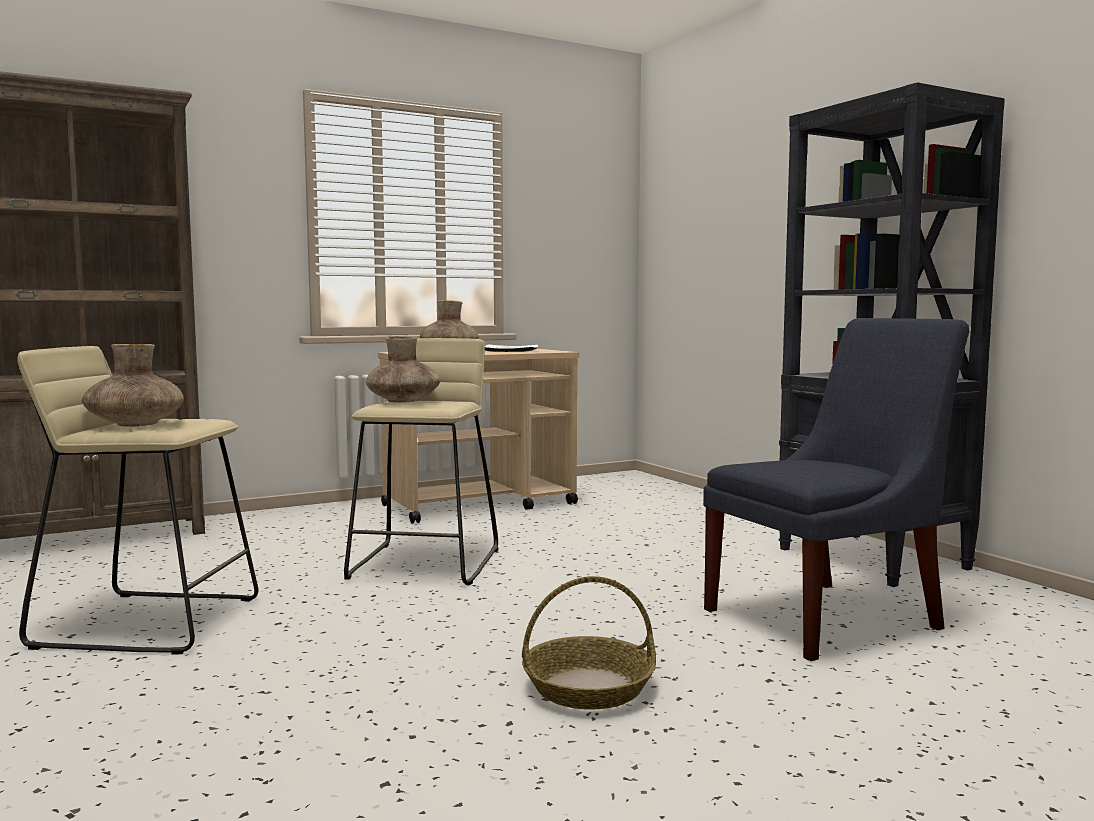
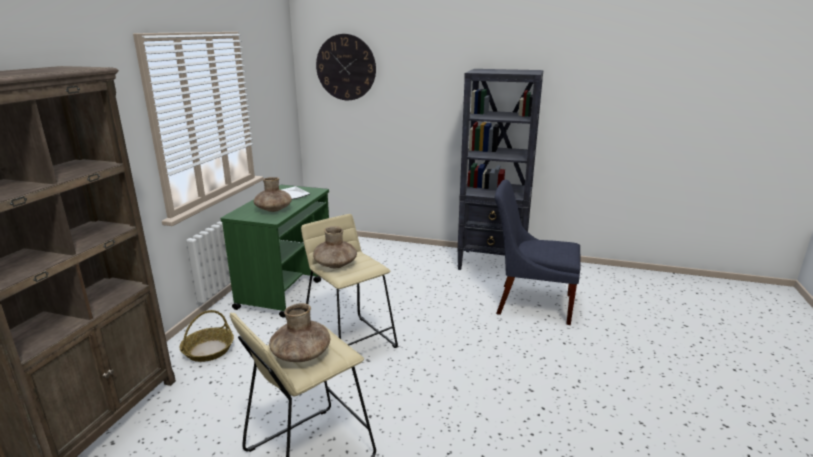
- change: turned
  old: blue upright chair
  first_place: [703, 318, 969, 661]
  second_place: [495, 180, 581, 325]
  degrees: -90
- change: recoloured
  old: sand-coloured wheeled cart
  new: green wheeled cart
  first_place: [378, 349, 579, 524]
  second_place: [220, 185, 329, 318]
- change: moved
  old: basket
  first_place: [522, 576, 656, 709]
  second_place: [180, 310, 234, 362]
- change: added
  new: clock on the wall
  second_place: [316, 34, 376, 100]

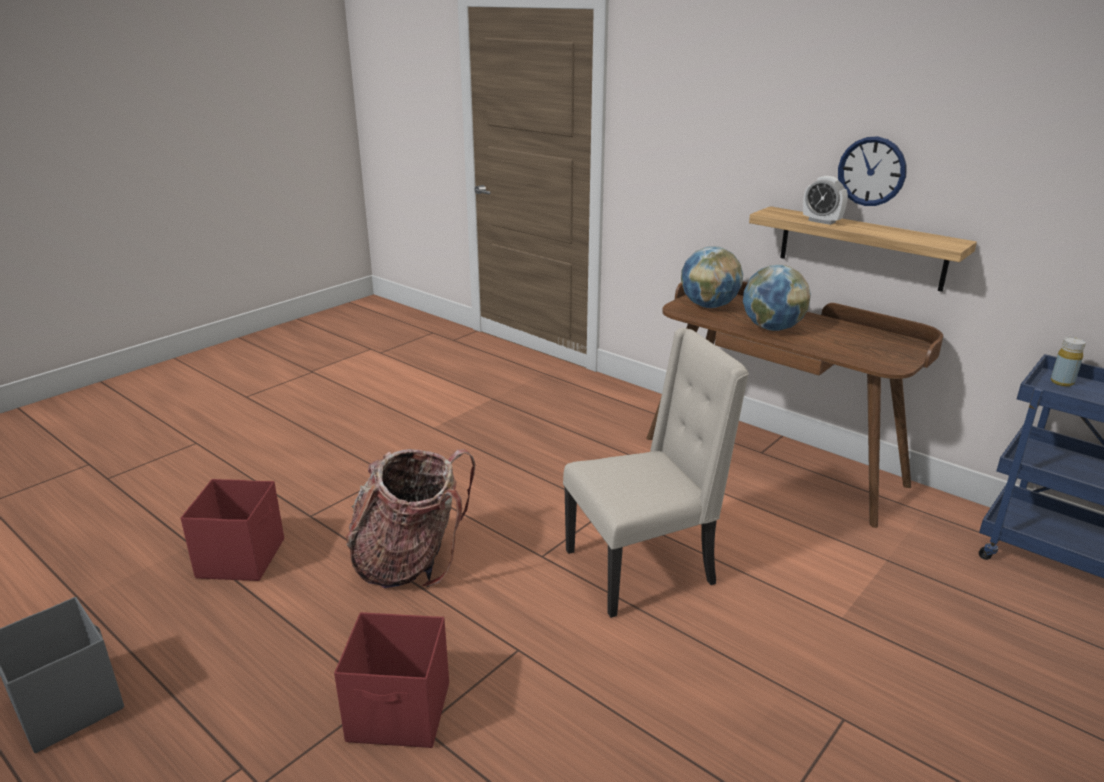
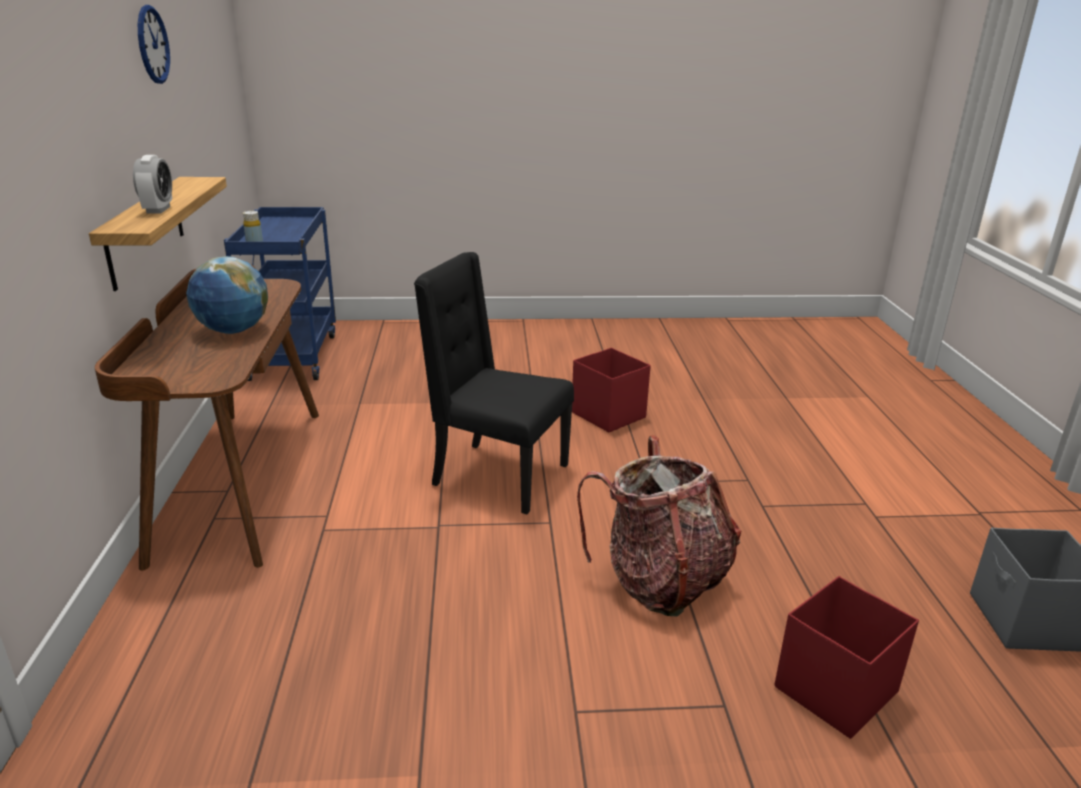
- change: moved
  old: clock on the wall
  first_place: [838, 136, 907, 206]
  second_place: [138, 5, 170, 84]
- change: removed
  old: globe
  first_place: [681, 246, 743, 308]
- change: recoloured
  old: sand-coloured upright chair
  new: black upright chair
  first_place: [563, 328, 749, 618]
  second_place: [414, 252, 574, 514]
- change: moved
  old: red-coloured storage box
  first_place: [334, 612, 449, 748]
  second_place: [572, 348, 651, 432]

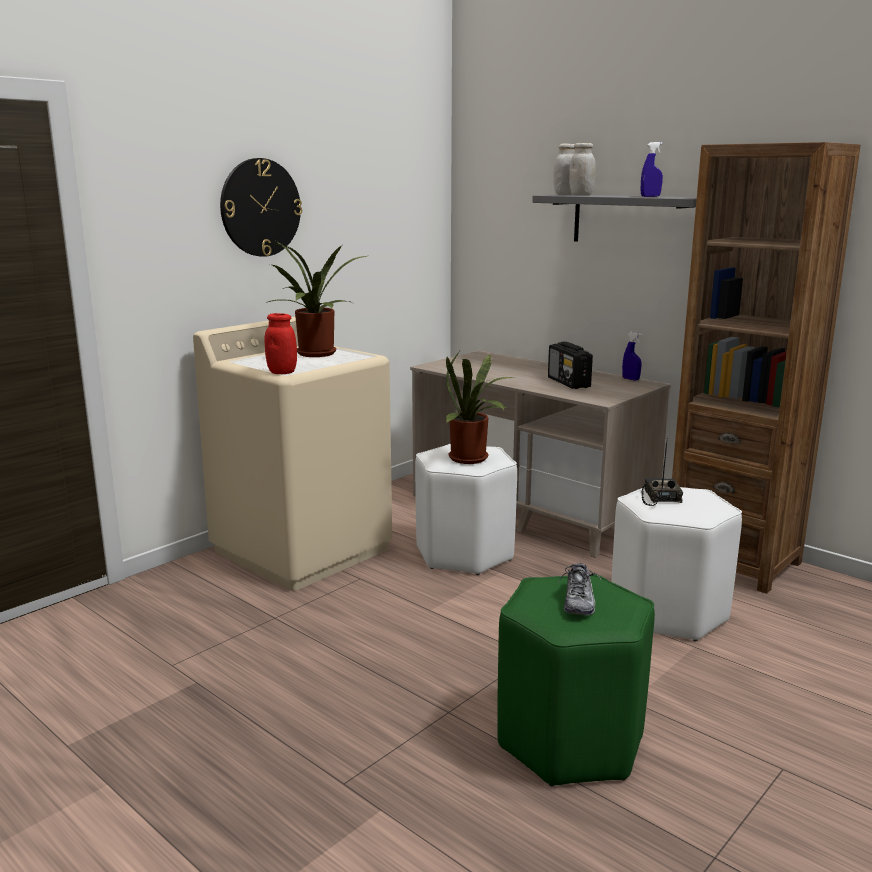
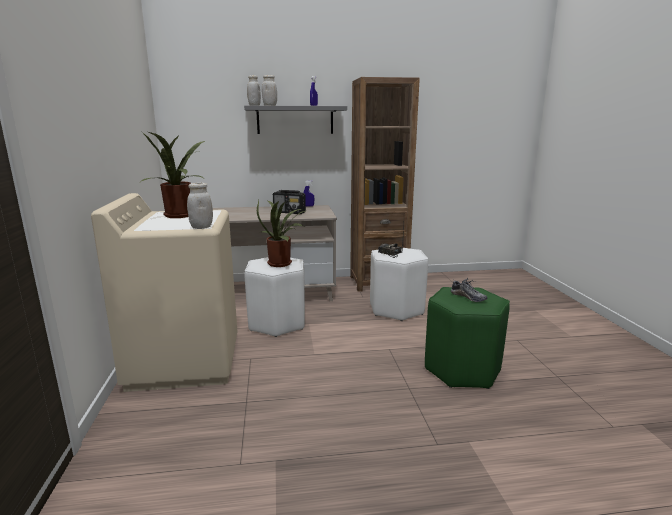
- change: removed
  old: clock on the wall
  first_place: [220, 158, 302, 257]
- change: recoloured
  old: red-coloured jar
  new: whitish jar
  first_place: [264, 313, 297, 374]
  second_place: [187, 183, 213, 229]

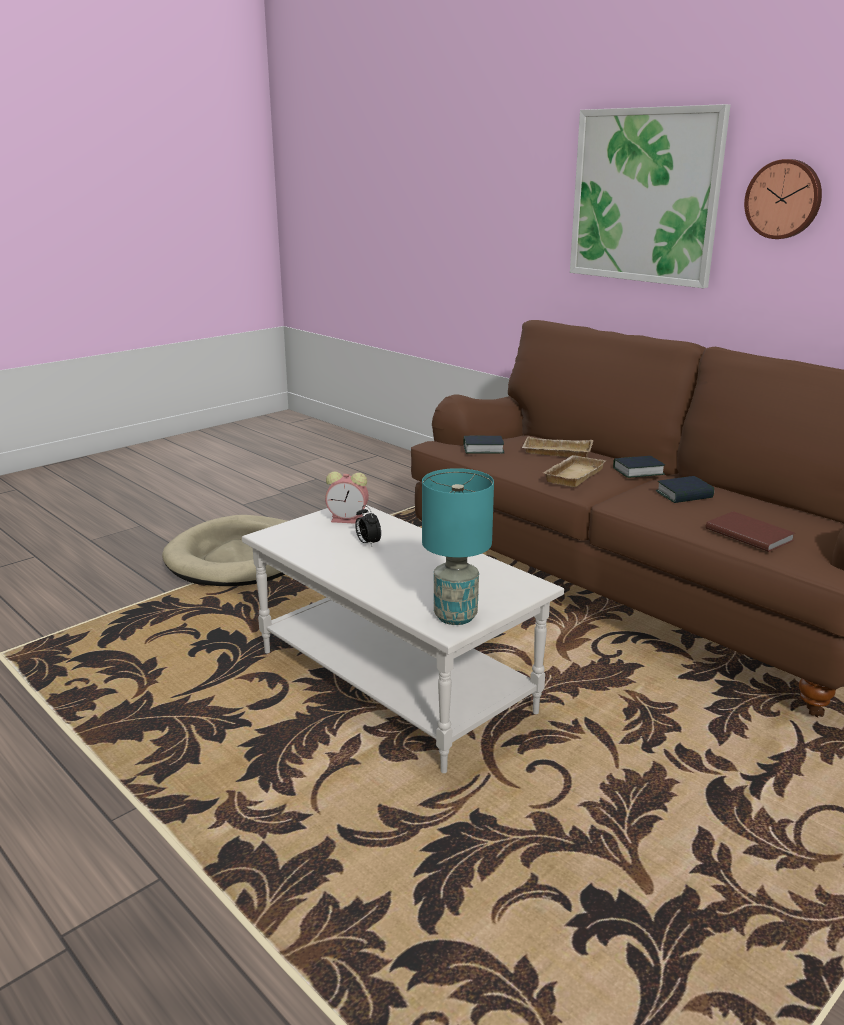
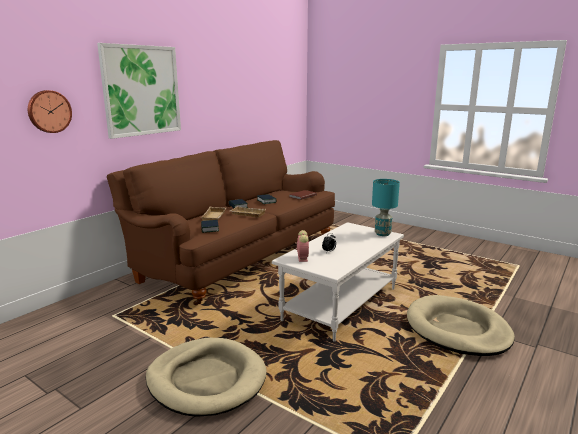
- change: moved
  old: clock on the wall
  first_place: [744, 159, 822, 239]
  second_place: [28, 90, 72, 133]
- change: added
  new: sand-coloured pet bed
  second_place: [407, 295, 515, 356]

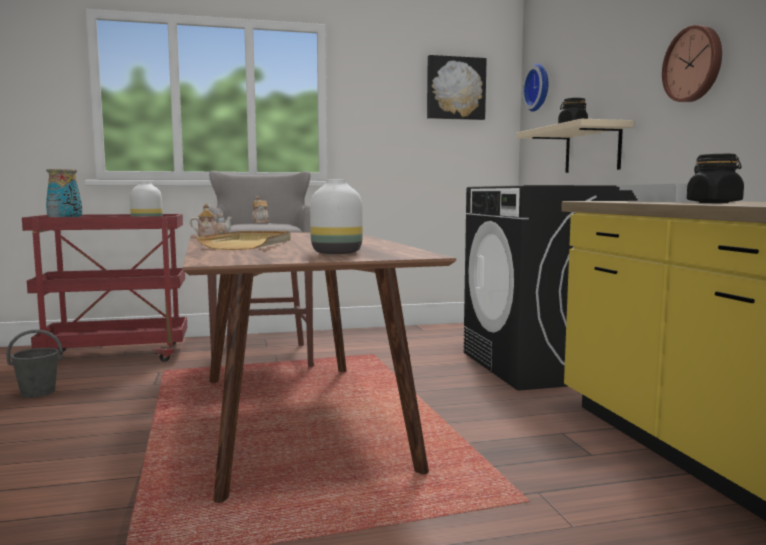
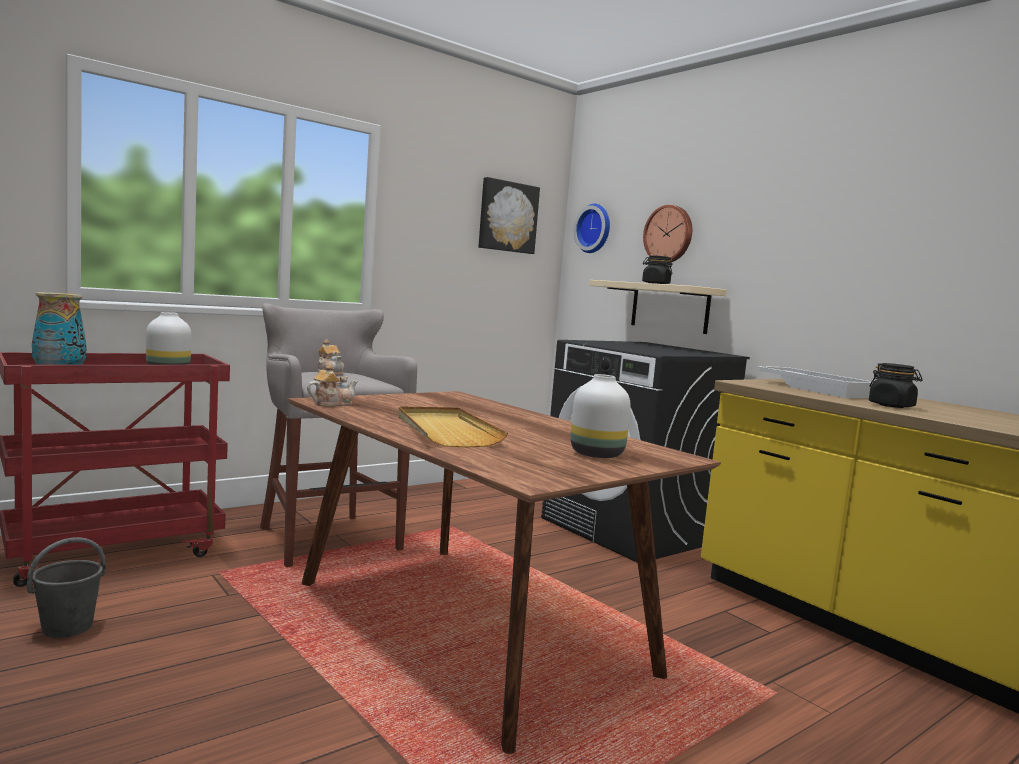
- change: moved
  old: clock on the wall
  first_place: [662, 25, 722, 102]
  second_place: [643, 205, 692, 263]

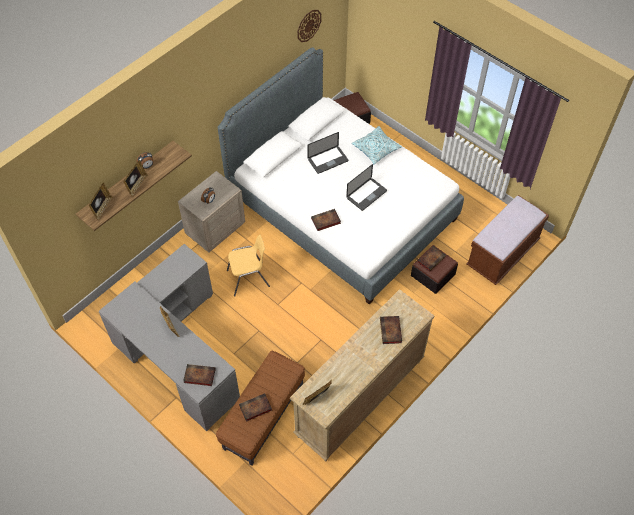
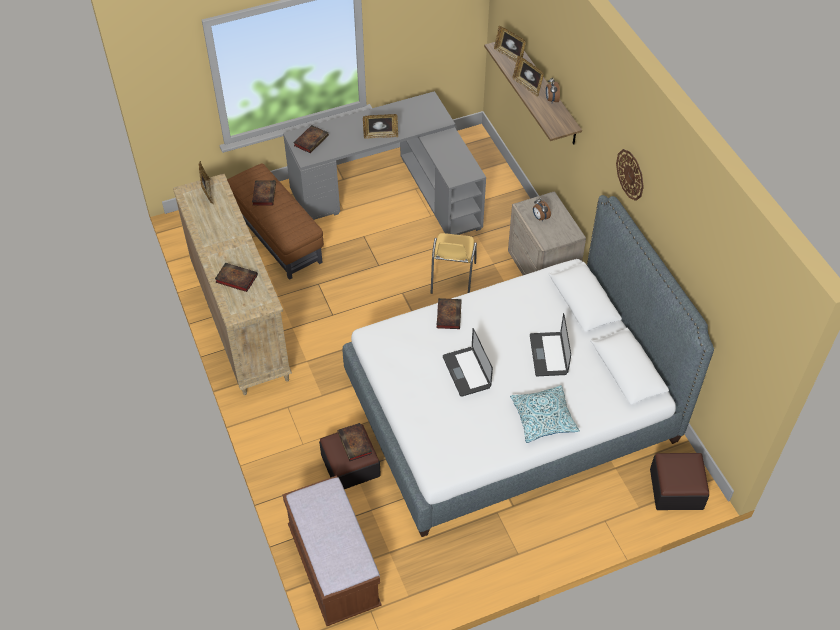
- change: moved
  old: clock on the wall
  first_place: [297, 10, 321, 42]
  second_place: [616, 149, 644, 201]

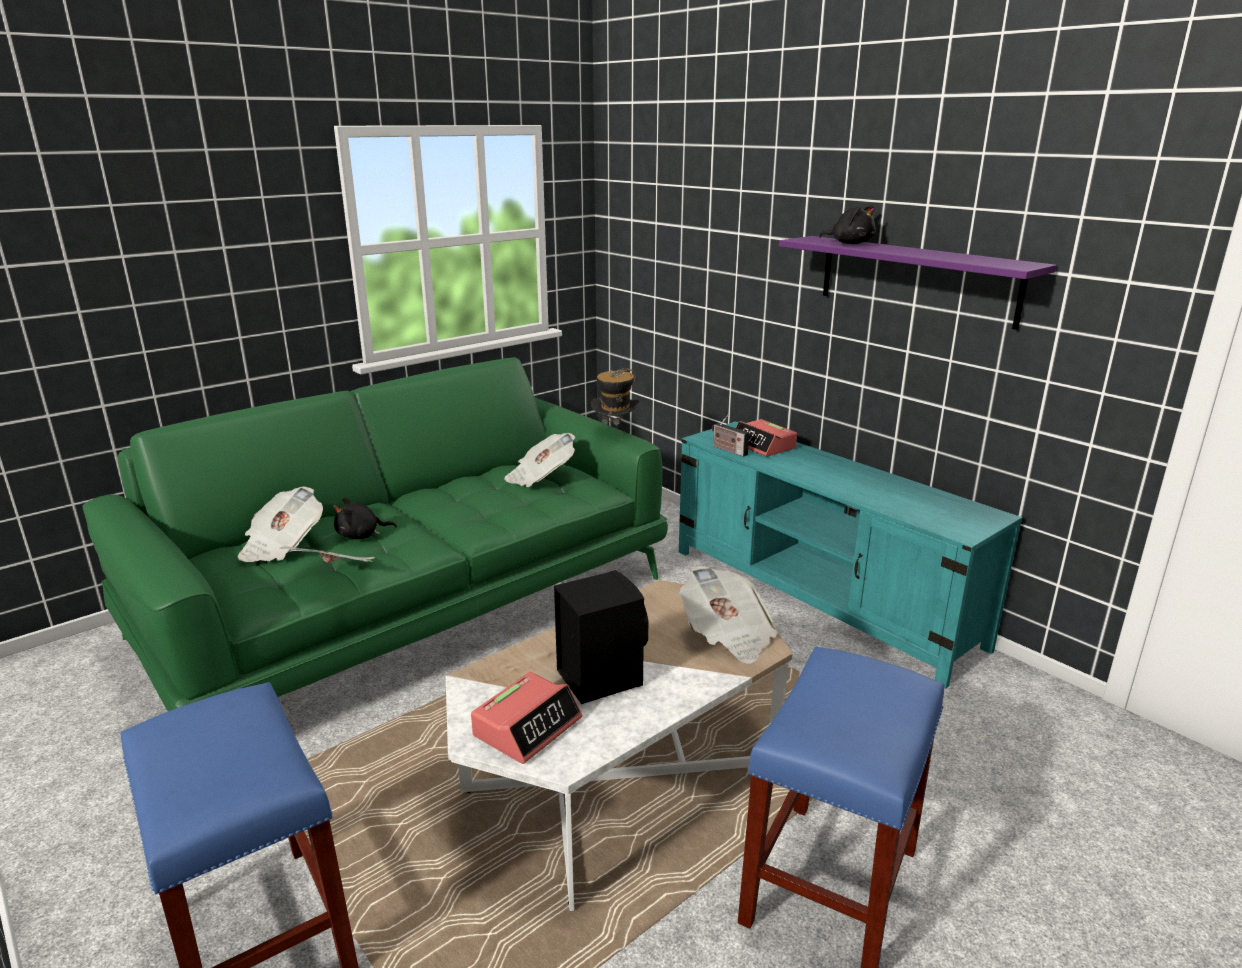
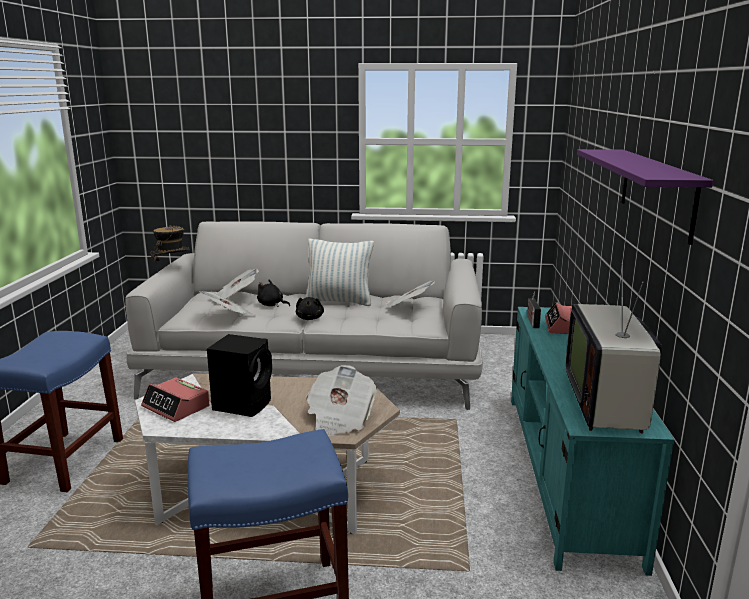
- change: moved
  old: black plush toy
  first_place: [819, 205, 876, 244]
  second_place: [296, 297, 324, 320]
- change: recoloured
  old: green couch
  new: whitish couch
  first_place: [83, 357, 668, 711]
  second_place: [125, 221, 483, 410]
- change: moved
  old: clothing hat
  first_place: [591, 368, 640, 441]
  second_place: [150, 225, 189, 268]
- change: turned
  old: table clock
  first_place: [471, 672, 582, 764]
  second_place: [141, 377, 210, 422]
  degrees: 45
- change: added
  new: throw pillow
  second_place: [305, 239, 374, 306]
- change: added
  new: TV set
  second_place: [565, 263, 662, 434]

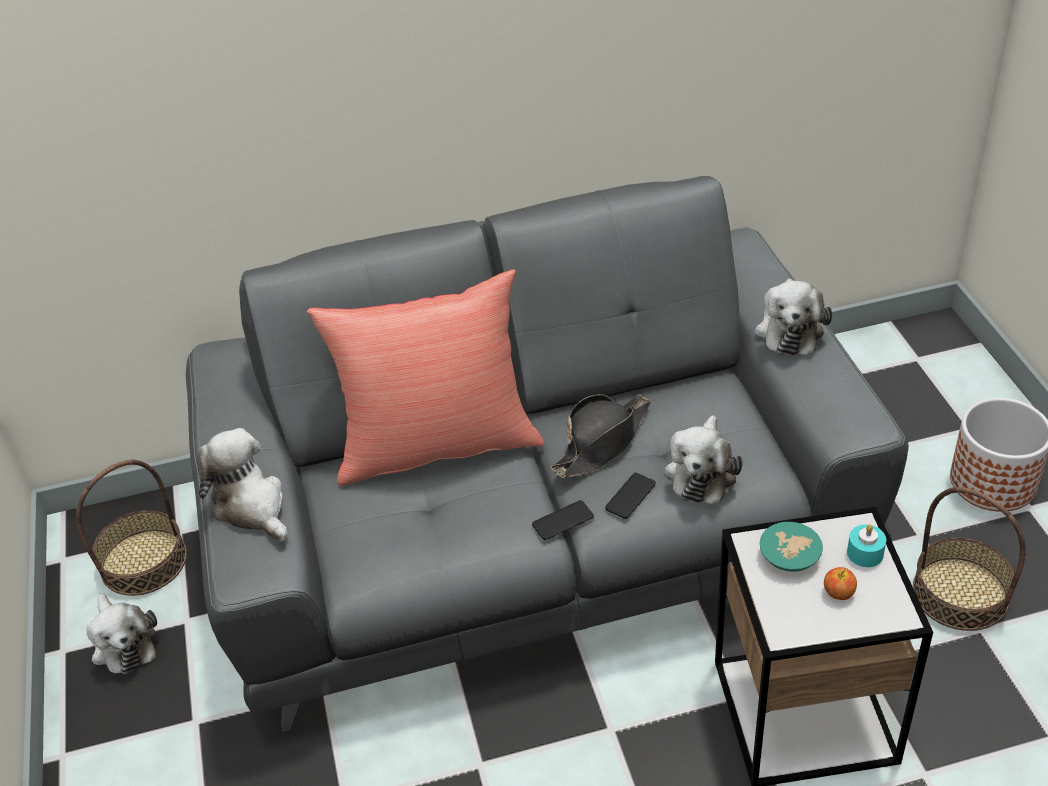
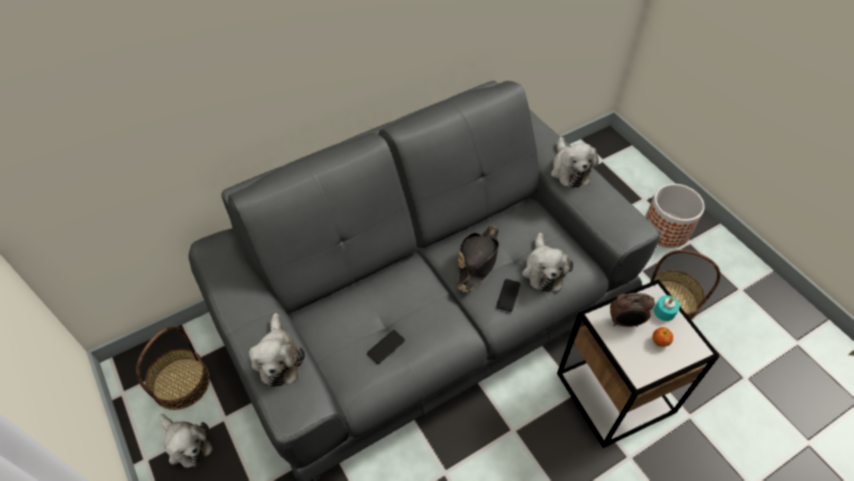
- change: removed
  old: red-coloured throw pillow
  first_place: [307, 269, 544, 486]
- change: turned
  old: plush toy
  first_place: [197, 428, 288, 542]
  second_place: [249, 313, 305, 387]
  degrees: -135
- change: moved
  old: phone
  first_place: [532, 500, 594, 540]
  second_place: [367, 330, 405, 364]
- change: replaced
  old: turquoise bowl
  new: table clock
  first_place: [759, 522, 823, 572]
  second_place: [610, 293, 655, 327]

